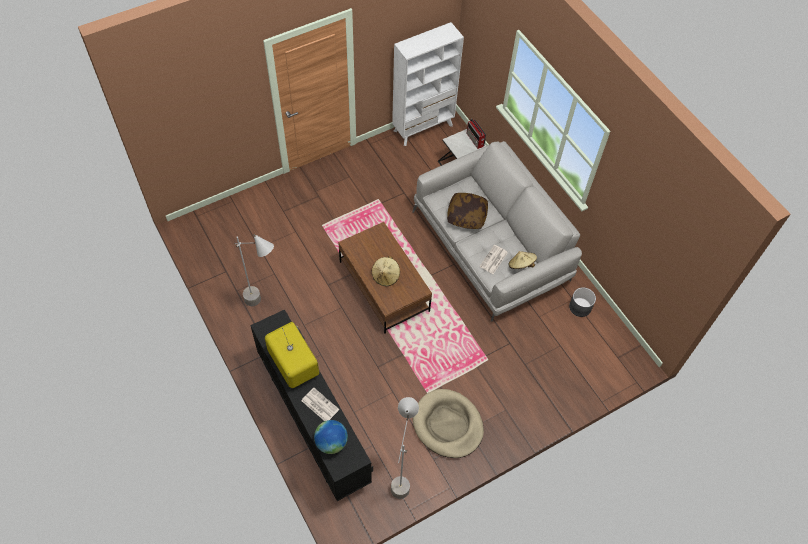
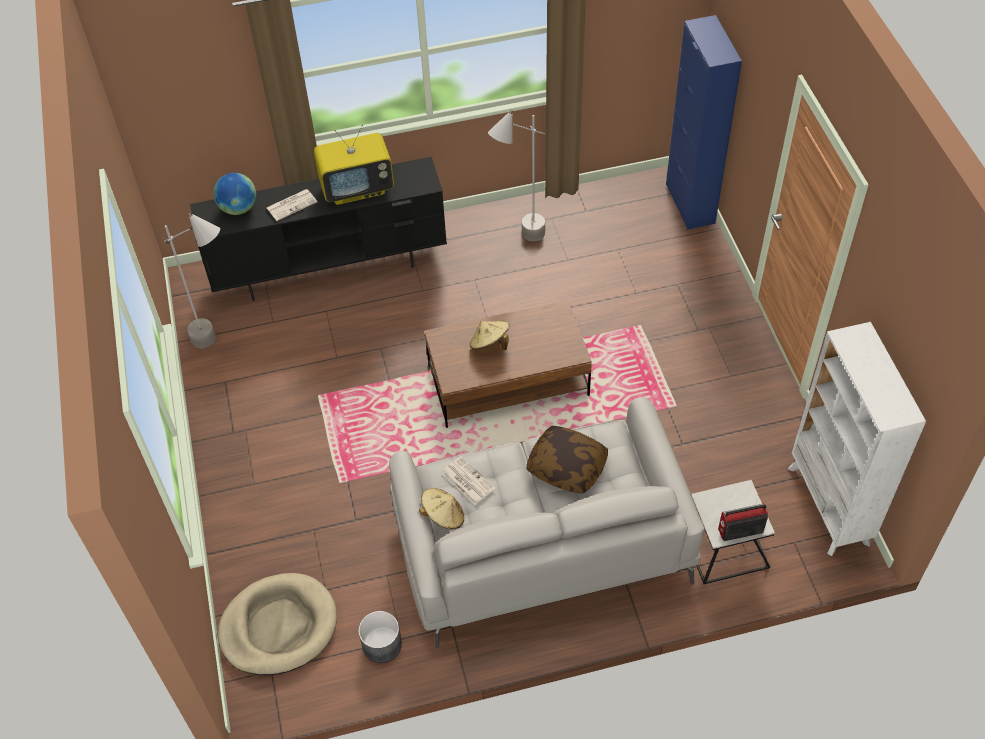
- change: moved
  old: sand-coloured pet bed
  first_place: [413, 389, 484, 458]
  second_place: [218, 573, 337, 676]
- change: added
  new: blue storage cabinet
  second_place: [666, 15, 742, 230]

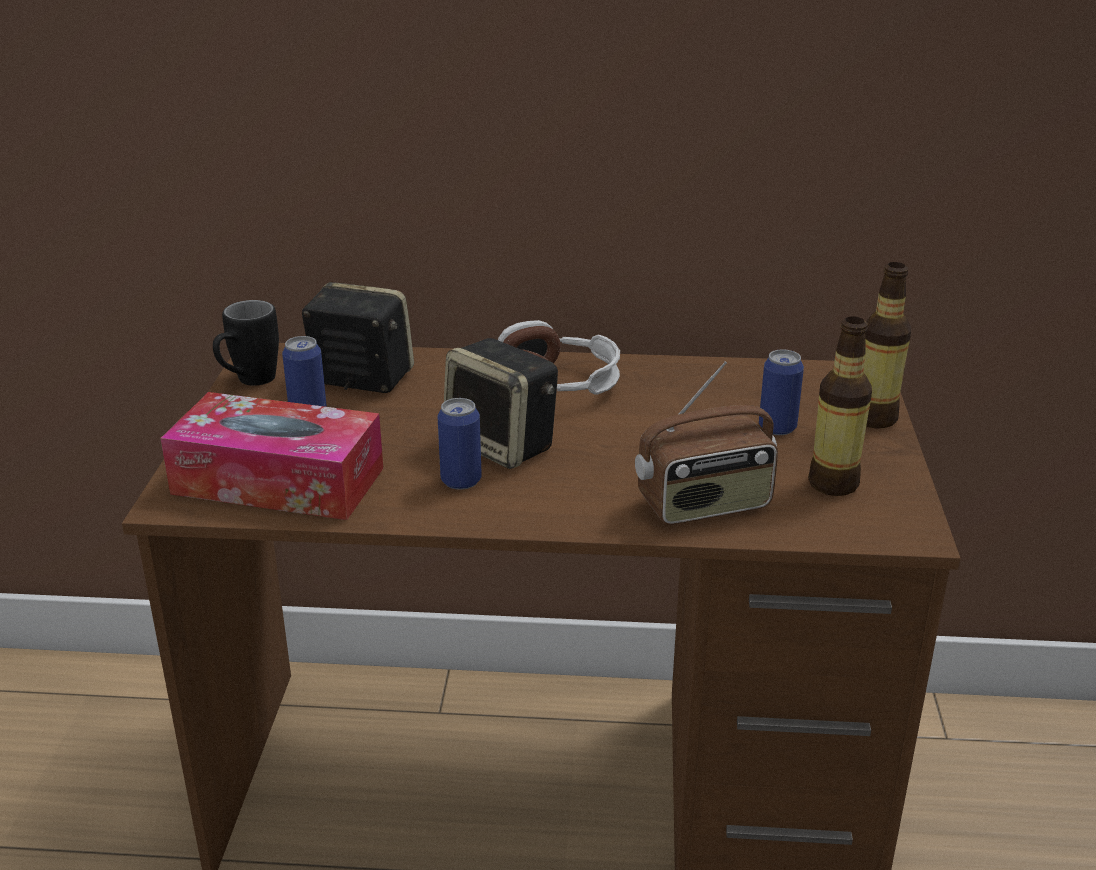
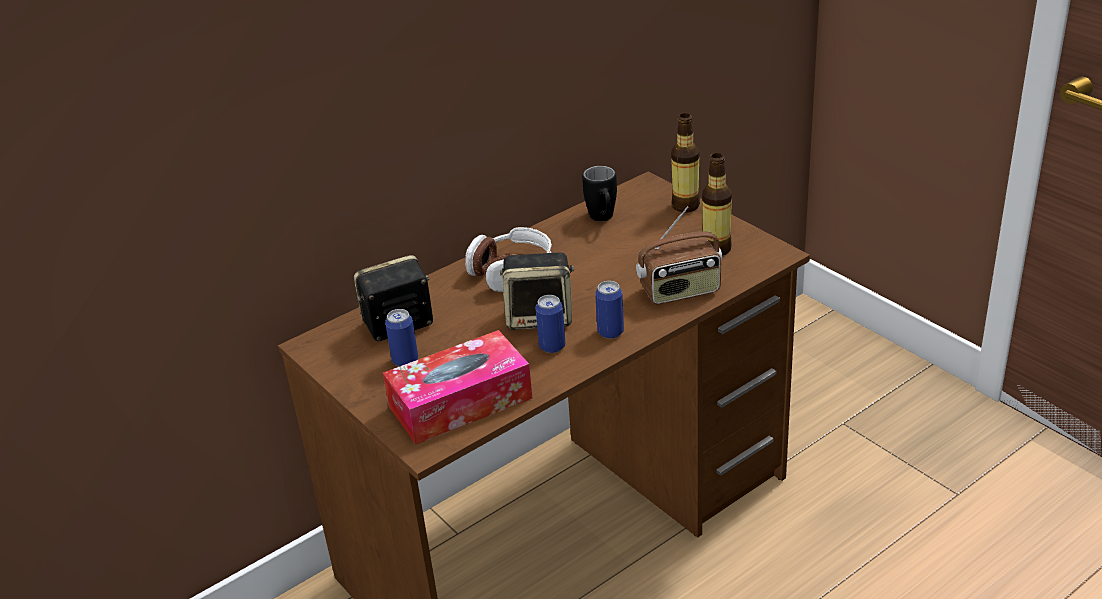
- change: moved
  old: black mug
  first_place: [213, 300, 279, 386]
  second_place: [582, 166, 617, 221]
- change: moved
  old: sealed can
  first_place: [759, 349, 804, 435]
  second_place: [595, 281, 624, 339]
- change: turned
  old: radio
  first_place: [635, 361, 778, 525]
  second_place: [636, 206, 722, 304]
  degrees: 45

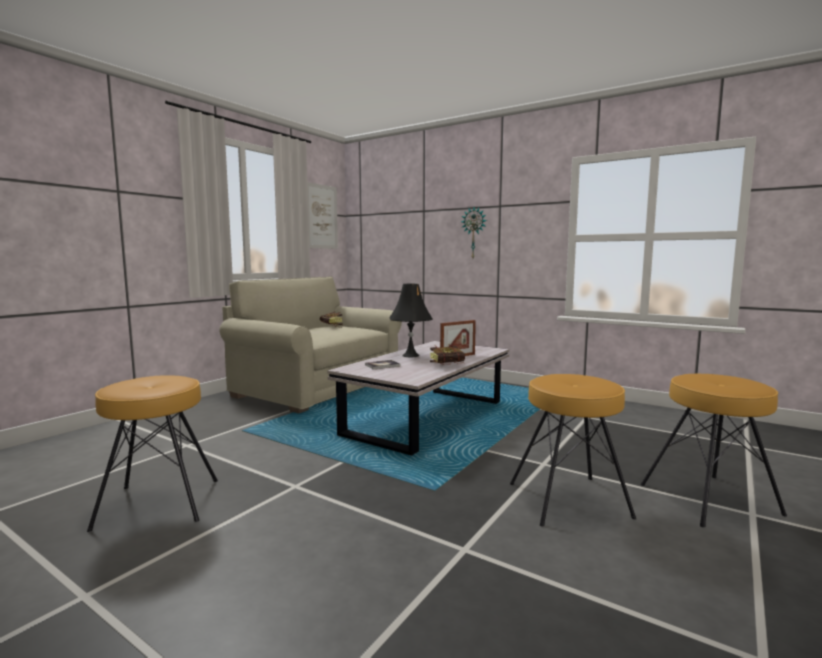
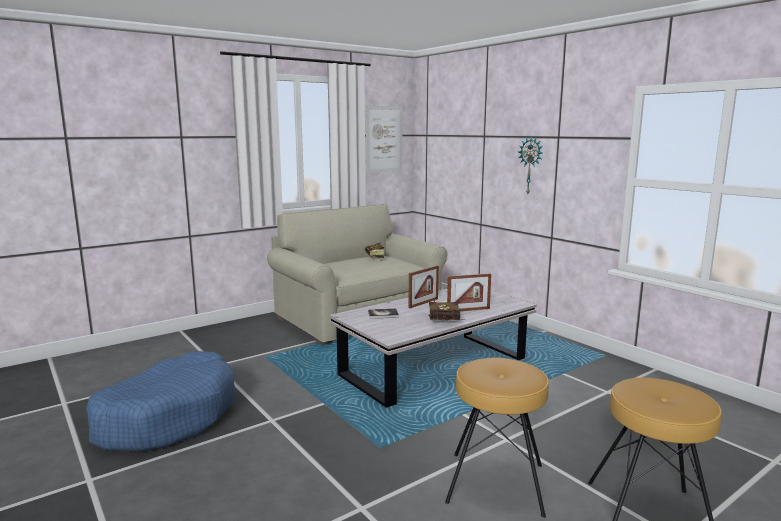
- change: replaced
  old: black tabletop lamp
  new: photo frame
  first_place: [389, 284, 433, 357]
  second_place: [409, 265, 439, 308]
- change: replaced
  old: brown-coloured sitting stool
  new: blue pet bed
  first_place: [87, 375, 218, 532]
  second_place: [86, 351, 235, 451]

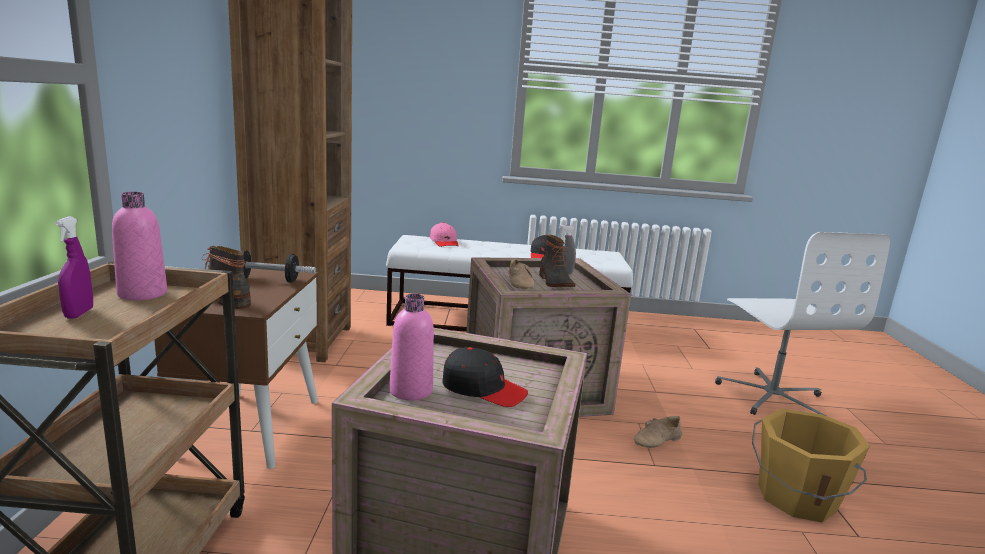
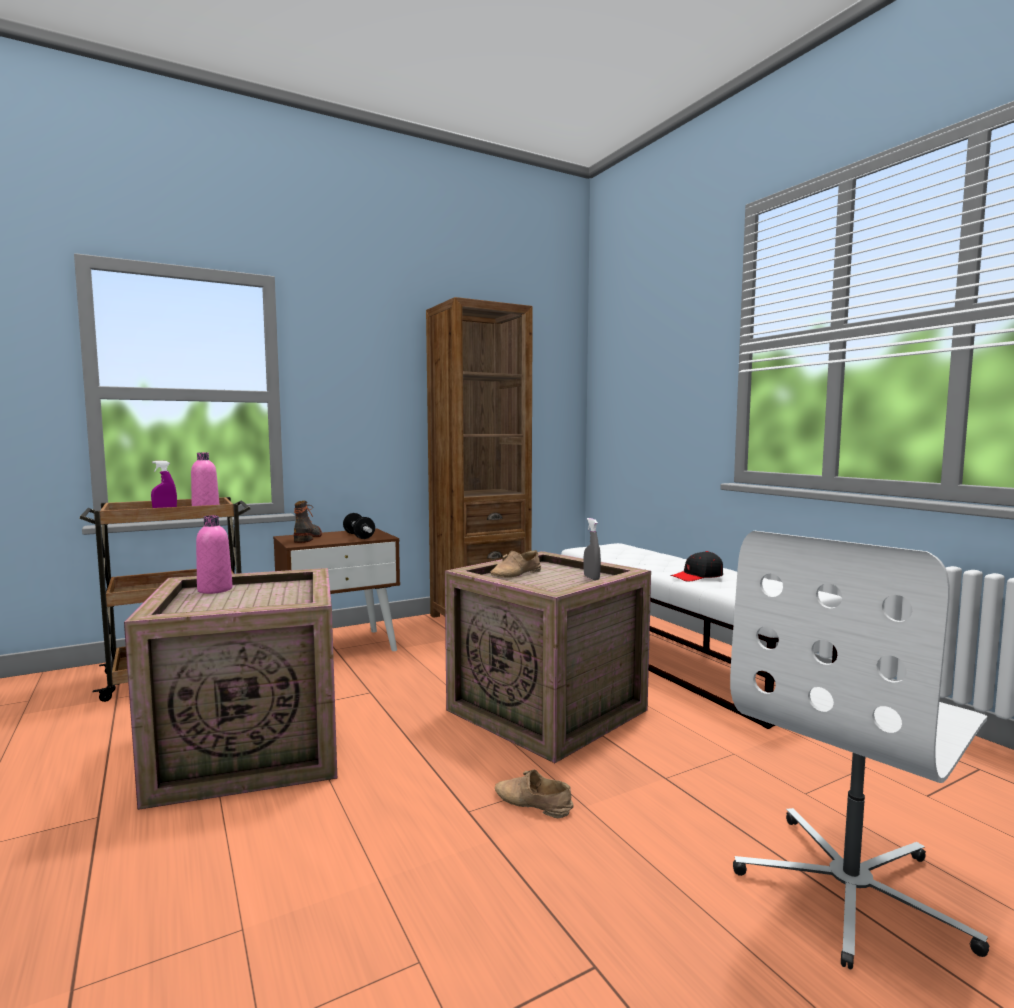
- change: removed
  old: pink cap
  first_place: [430, 222, 459, 247]
- change: removed
  old: boot
  first_place: [539, 235, 575, 287]
- change: removed
  old: black cap
  first_place: [442, 347, 528, 407]
- change: removed
  old: orangey pail
  first_place: [752, 408, 870, 522]

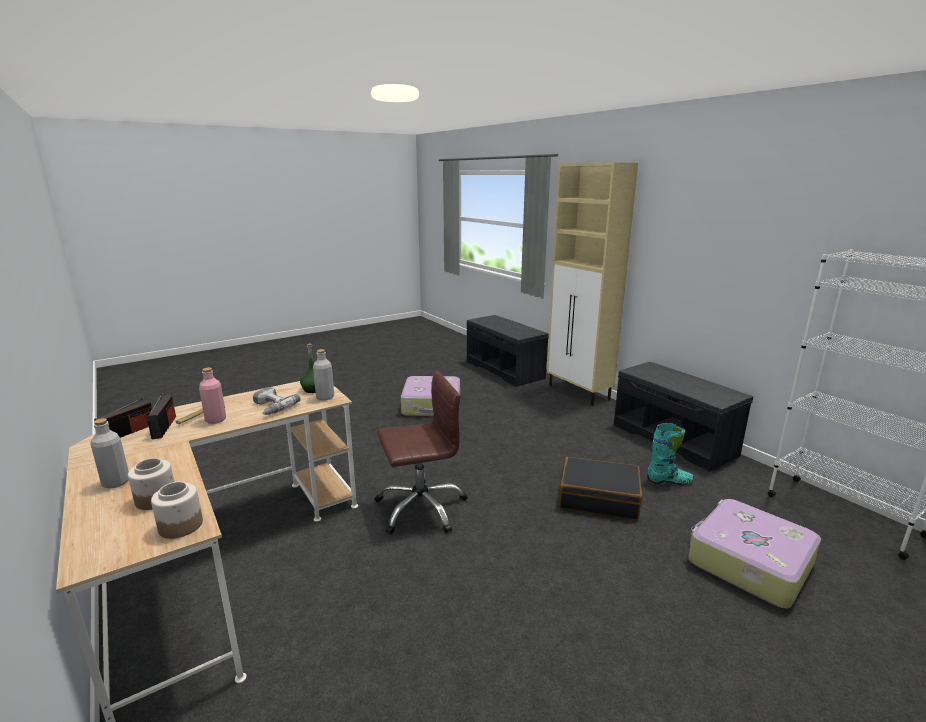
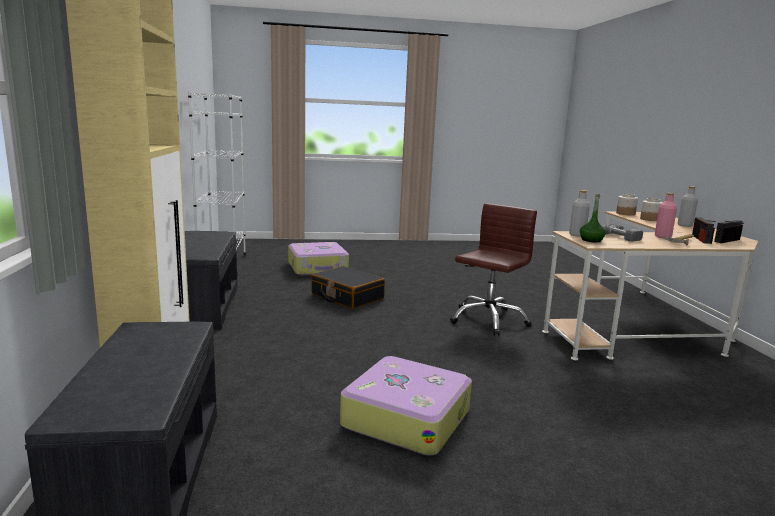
- change: turned
  old: brown-coloured office chair
  first_place: [375, 370, 467, 534]
  second_place: [450, 203, 537, 336]
  degrees: 120
- change: removed
  old: turquoise boot
  first_place: [647, 423, 694, 486]

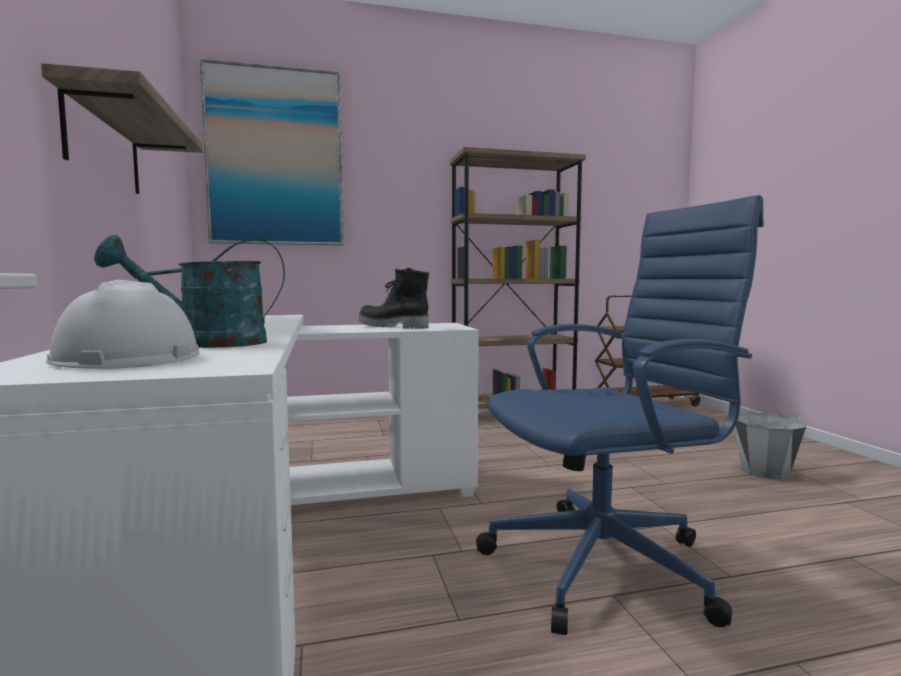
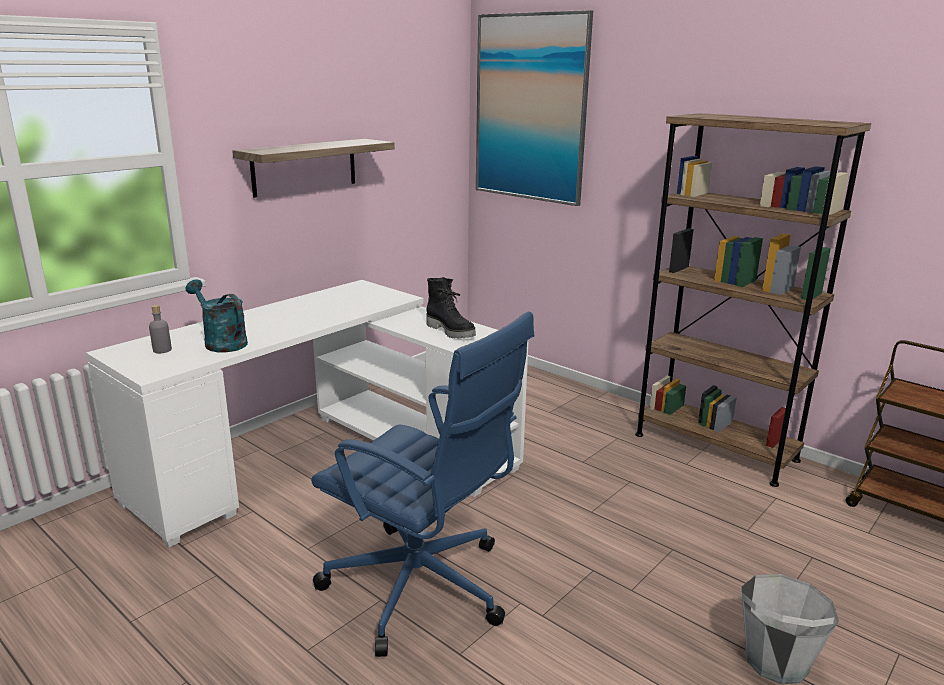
- change: turned
  old: black boot
  first_place: [358, 268, 429, 329]
  second_place: [426, 277, 476, 339]
  degrees: 150
- change: replaced
  old: whitish work helmet
  new: gray bottle
  first_place: [46, 280, 200, 369]
  second_place: [149, 305, 172, 354]

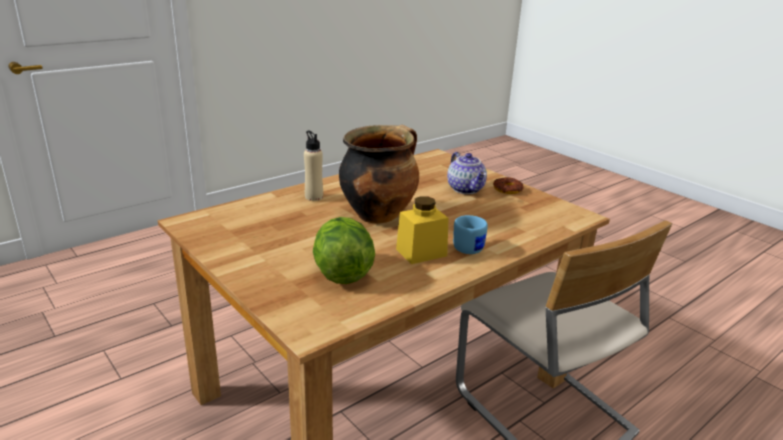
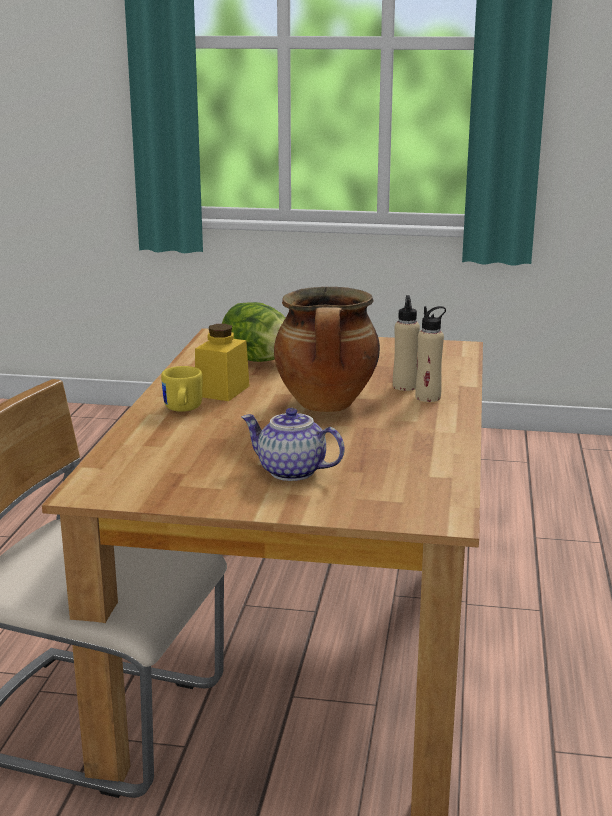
- change: removed
  old: doughnut
  first_place: [493, 177, 524, 194]
- change: recoloured
  old: blue mug
  new: yellowish mug
  first_place: [453, 215, 488, 254]
  second_place: [161, 366, 202, 412]
- change: added
  new: sand-coloured bottle
  second_place: [393, 295, 420, 391]

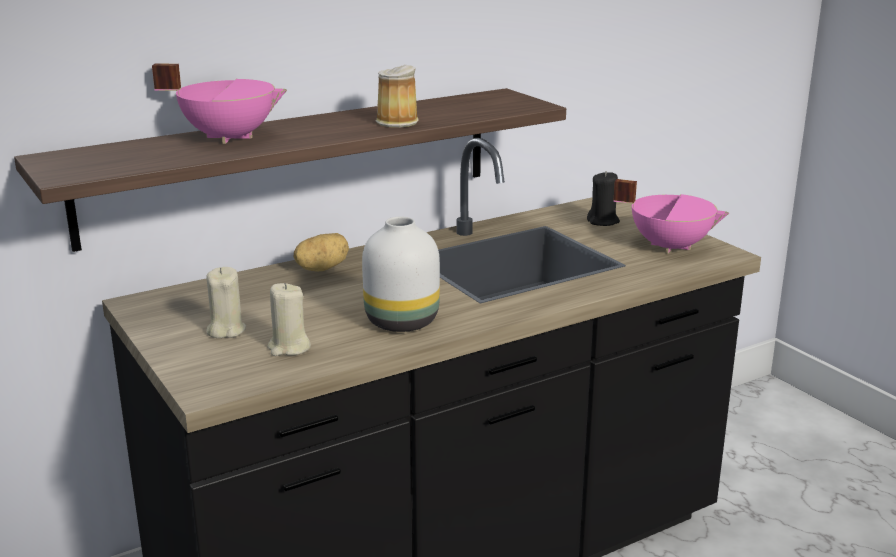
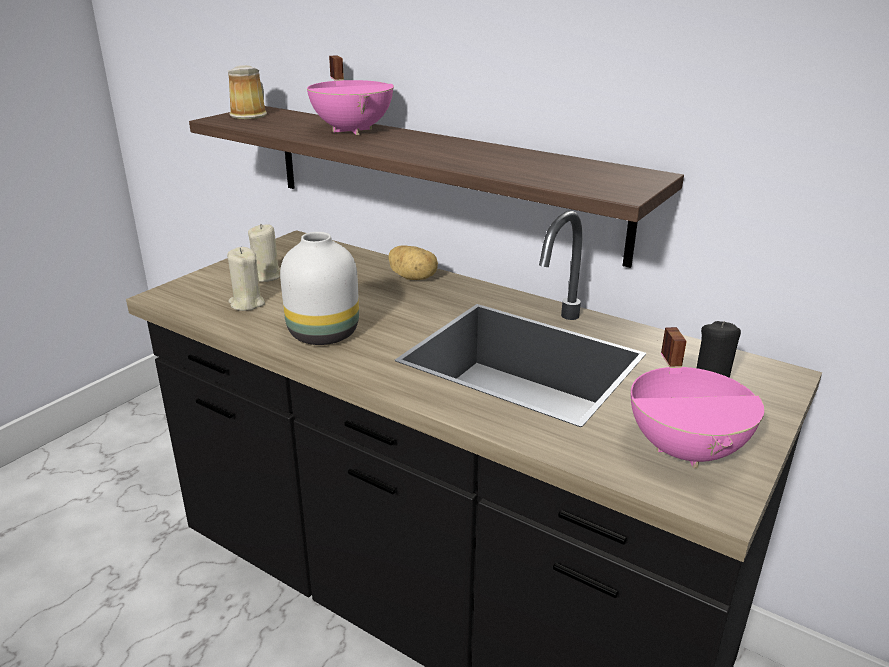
- change: moved
  old: mug
  first_place: [376, 65, 419, 128]
  second_place: [228, 65, 267, 119]

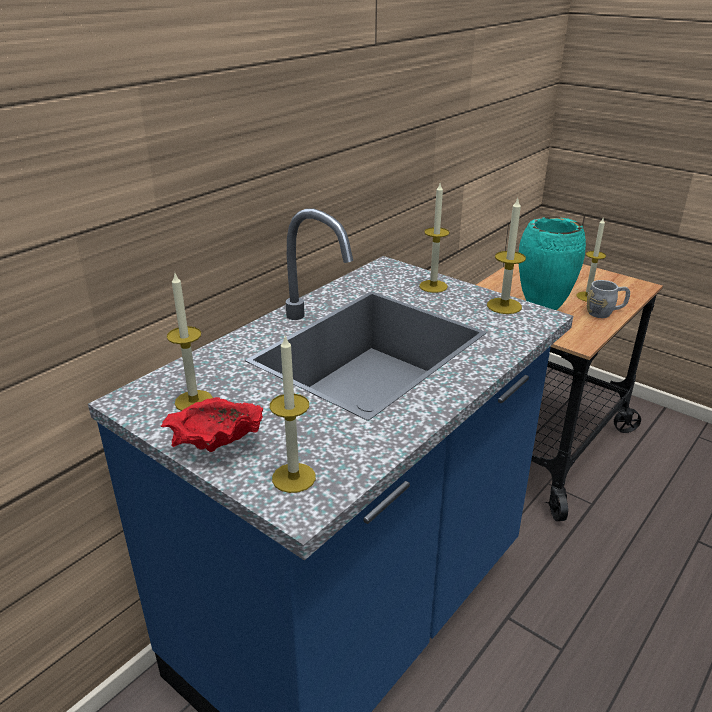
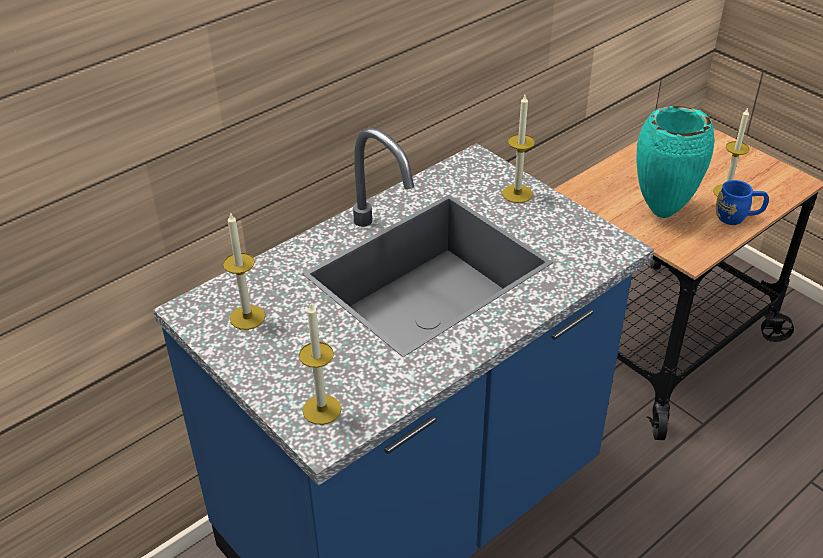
- change: removed
  old: wax light
  first_place: [487, 199, 526, 314]
- change: recoloured
  old: gray mug
  new: blue mug
  first_place: [587, 280, 630, 318]
  second_place: [716, 180, 769, 225]
- change: removed
  old: red-coloured bowl
  first_place: [161, 397, 263, 452]

